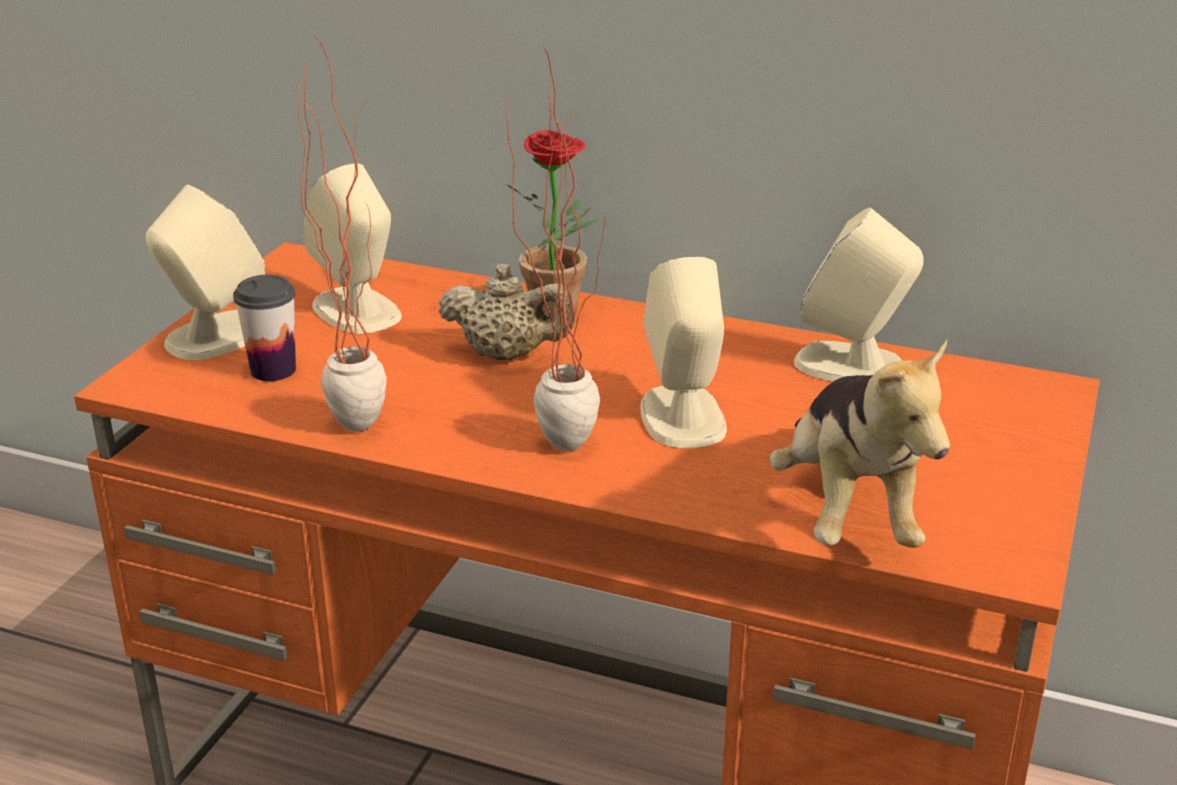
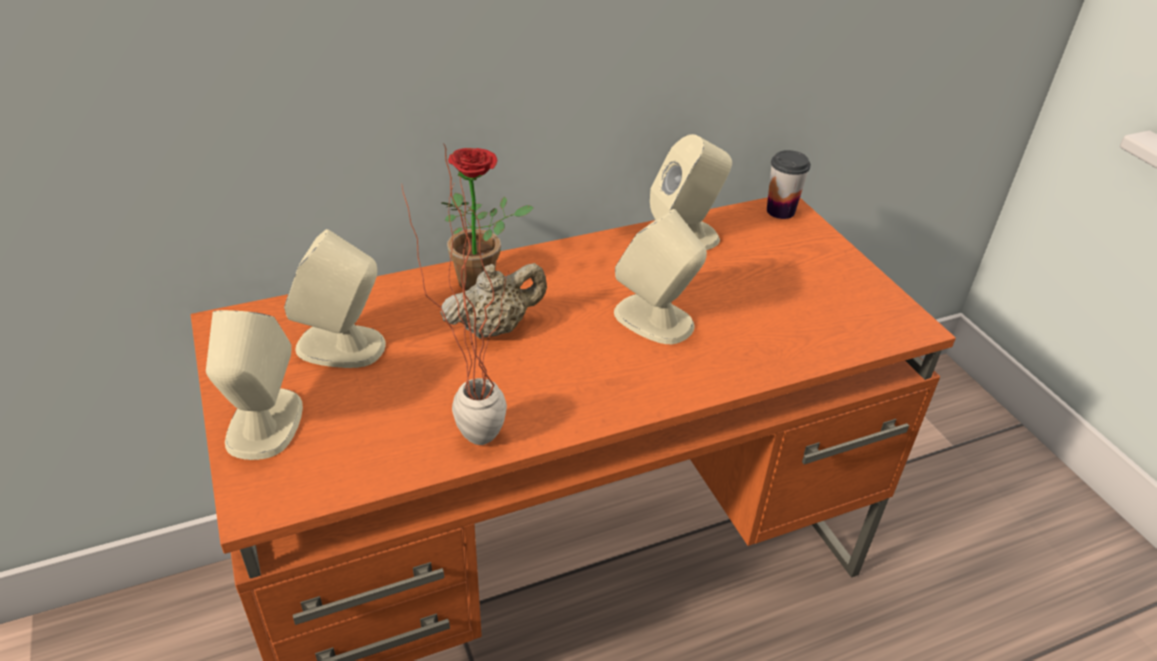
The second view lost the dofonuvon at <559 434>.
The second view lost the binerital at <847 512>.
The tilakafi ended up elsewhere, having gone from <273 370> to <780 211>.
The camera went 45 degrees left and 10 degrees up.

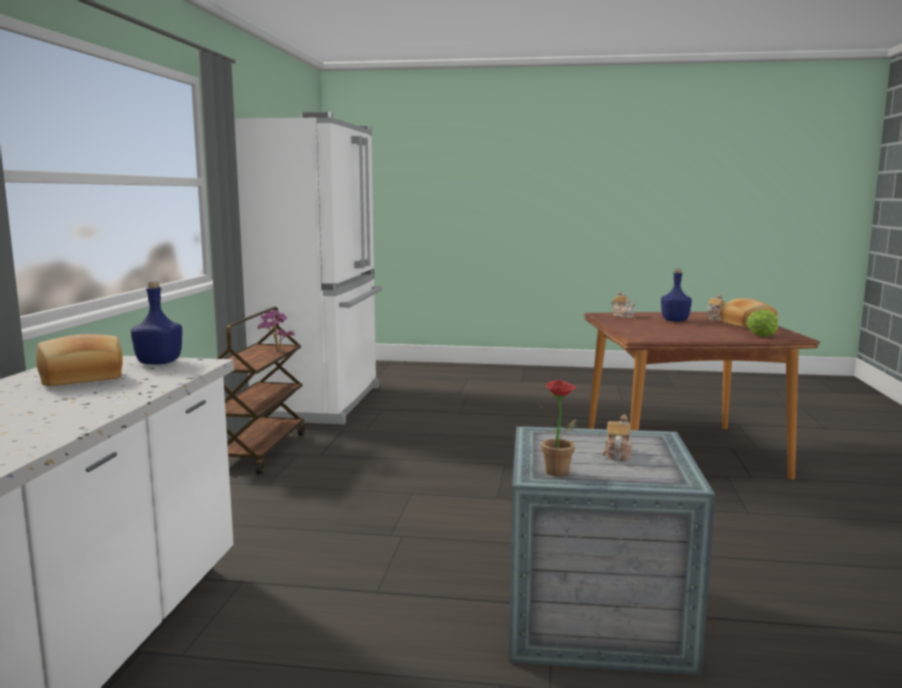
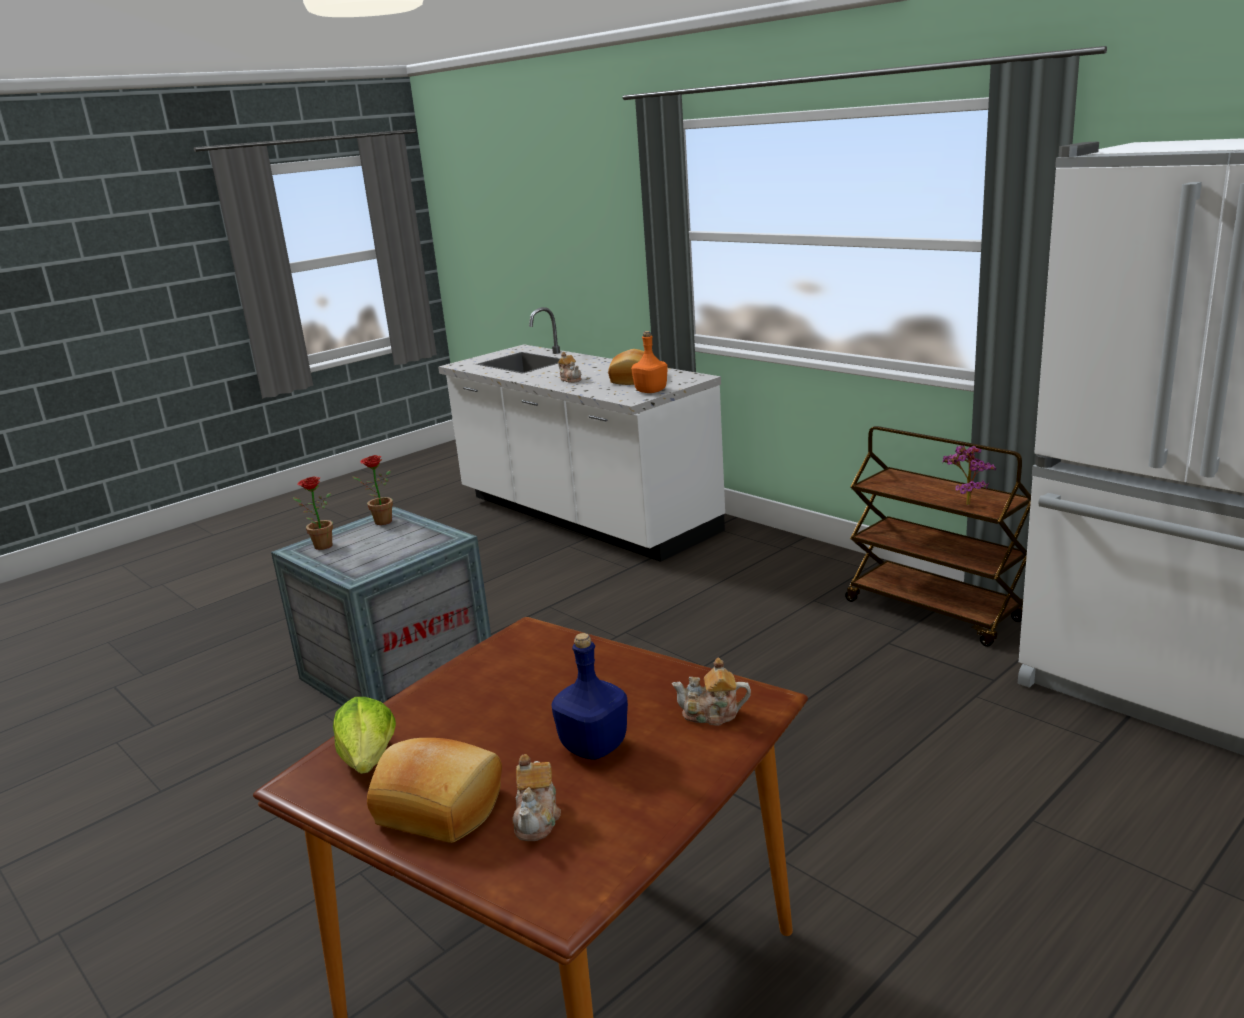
The second view gained the dofonuvon at <319 546>.
The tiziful ended up elsewhere, having gone from <617 454> to <571 379>.
What was the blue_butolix at <159 363> turned into the orange_butolix at <650 391>.
The camera went 130 degrees right and 10 degrees up.

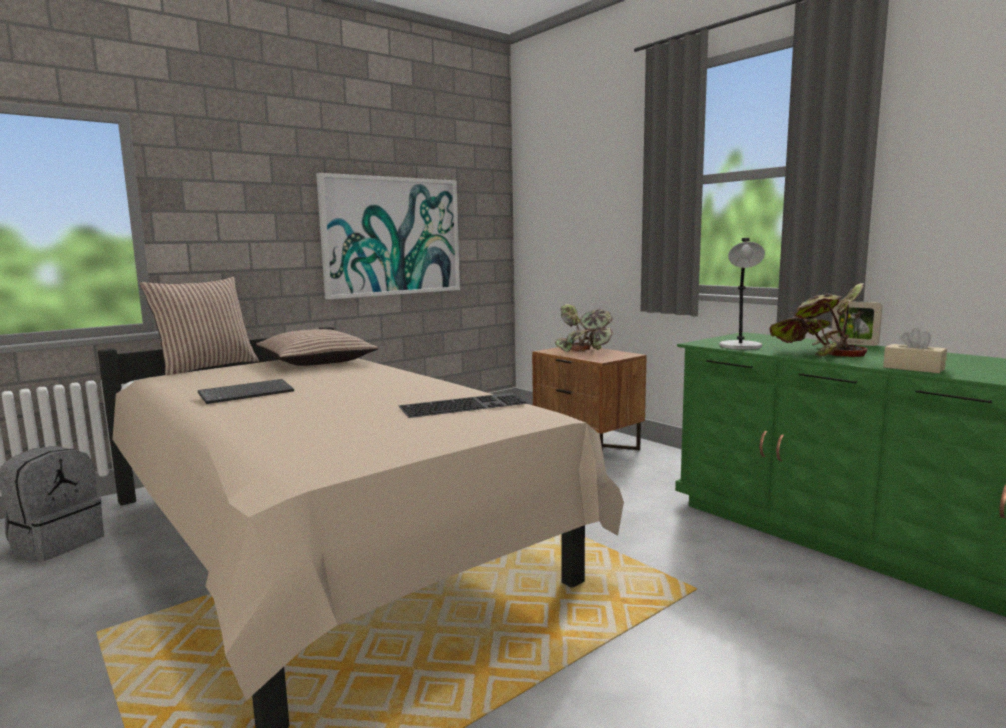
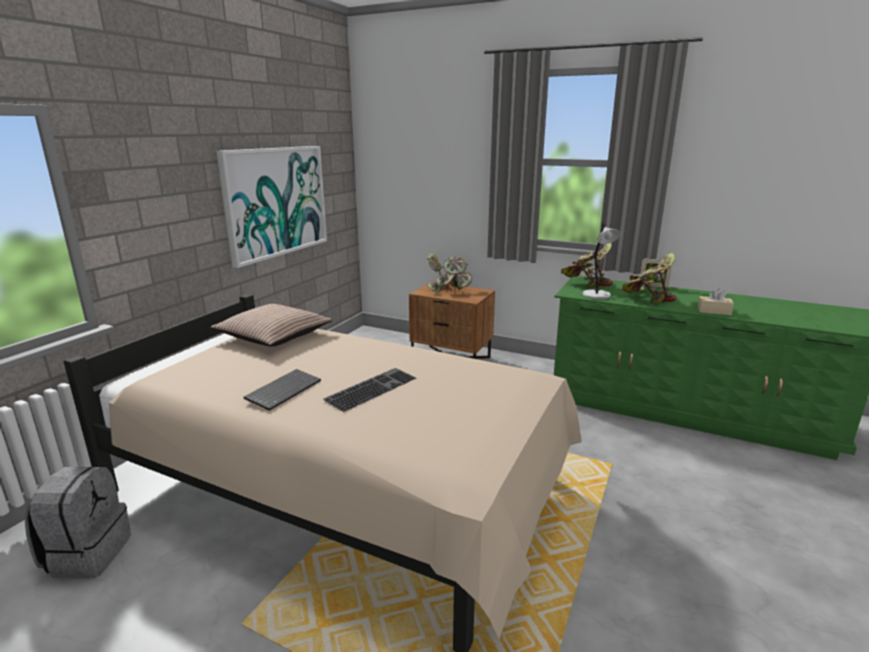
The second view lost the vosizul at <206 367>.
The second view gained the dofonuvon at <586 283>.
The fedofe ended up elsewhere, having gone from <464 405> to <371 388>.
The camera went 25 degrees left and 10 degrees up.

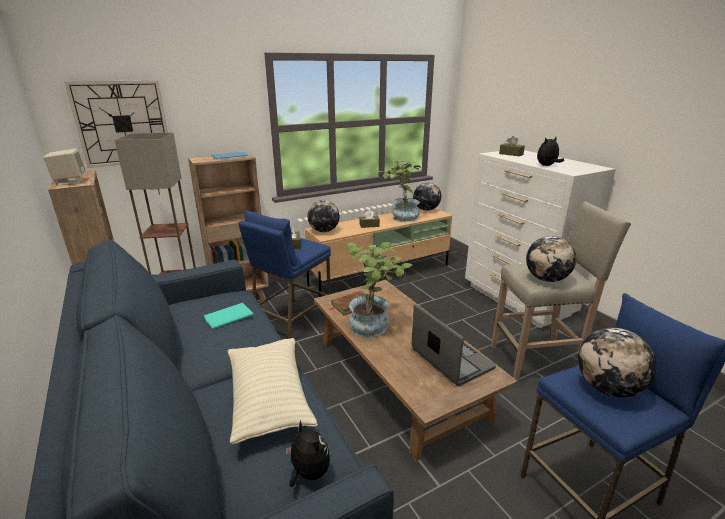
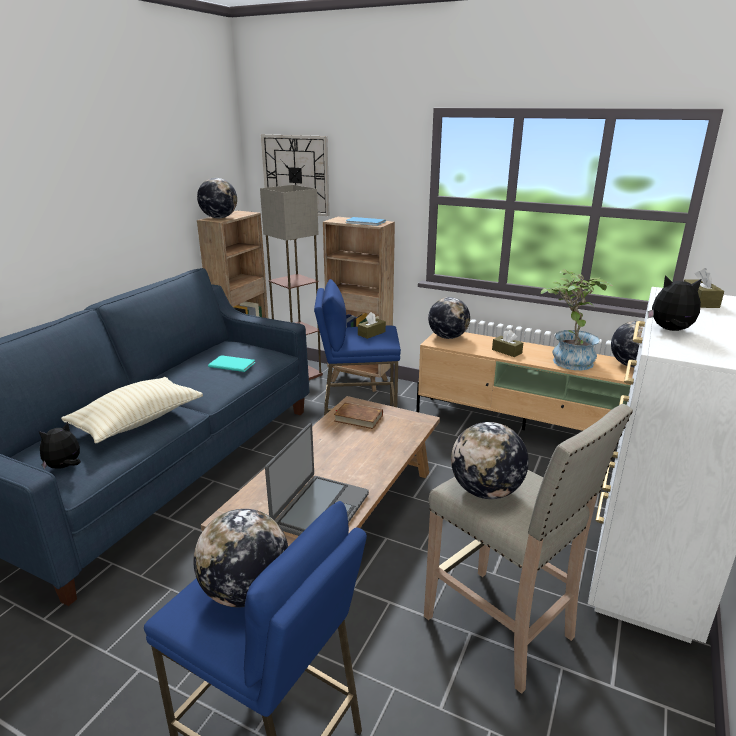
The second view lost the dofonuvon at <374 325>.
Where the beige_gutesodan stood at <70 182>, the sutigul came to stand at <219 218>.
The binerital at <308 473> ended up facing another way, 150 degrees counterclockwise from before.
The camera went 55 degrees right and 0 degrees up.

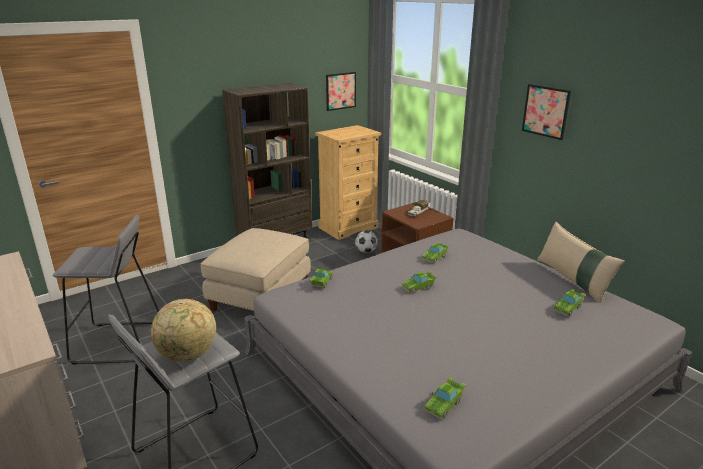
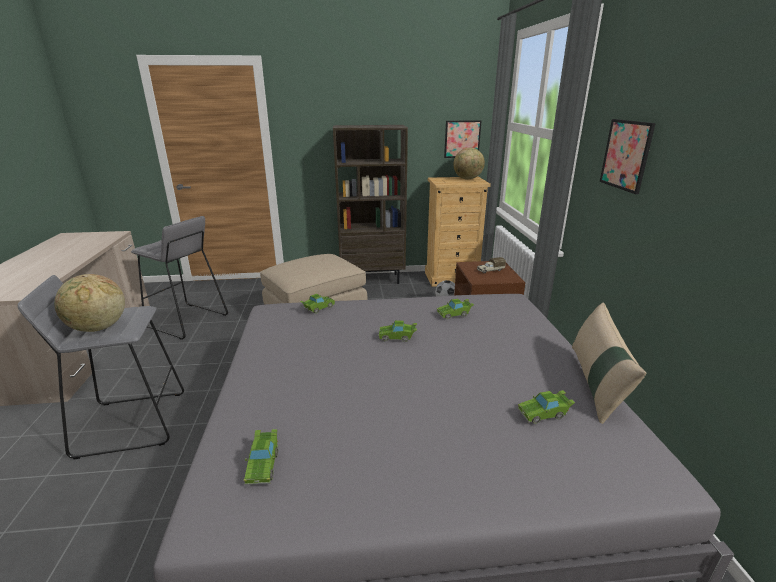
The second view gained the sutigul at <468 179>.
The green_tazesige at <444 404> ended up facing another way, 75 degrees counterclockwise from before.
The camera went 30 degrees right and 0 degrees up.

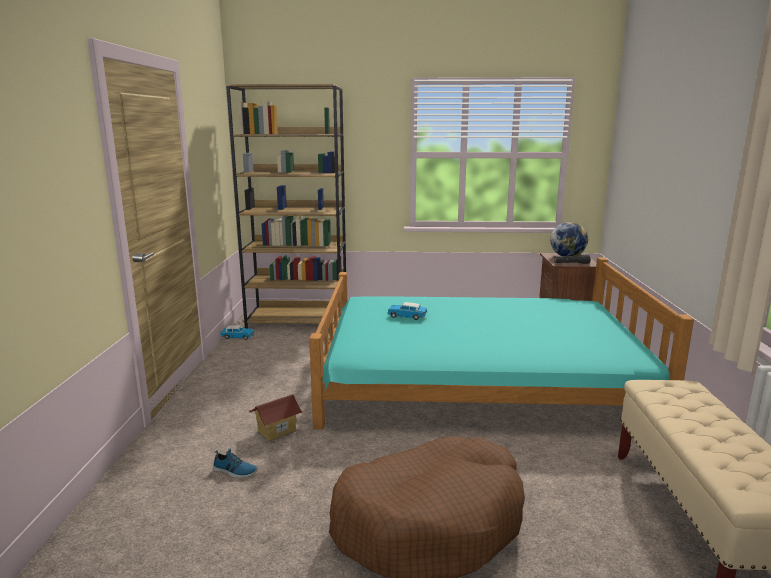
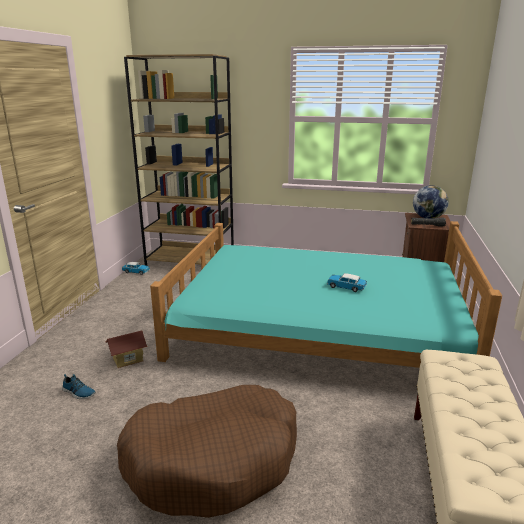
The tazesige ended up elsewhere, having gone from <407 316> to <346 287>.
The camera went 10 degrees right and 5 degrees up.

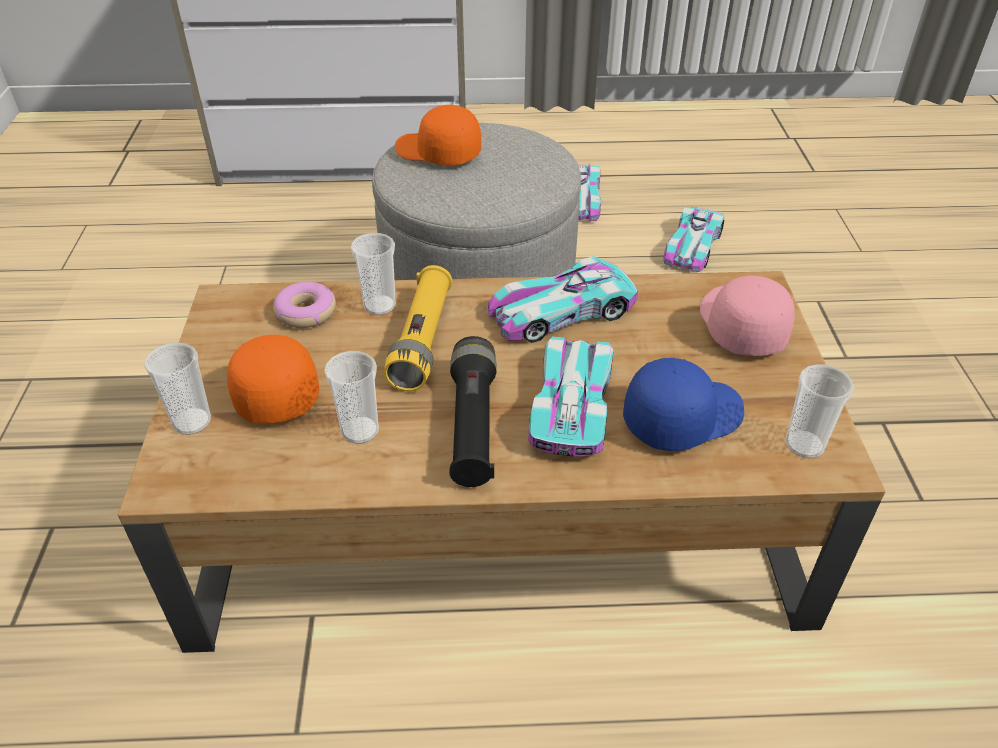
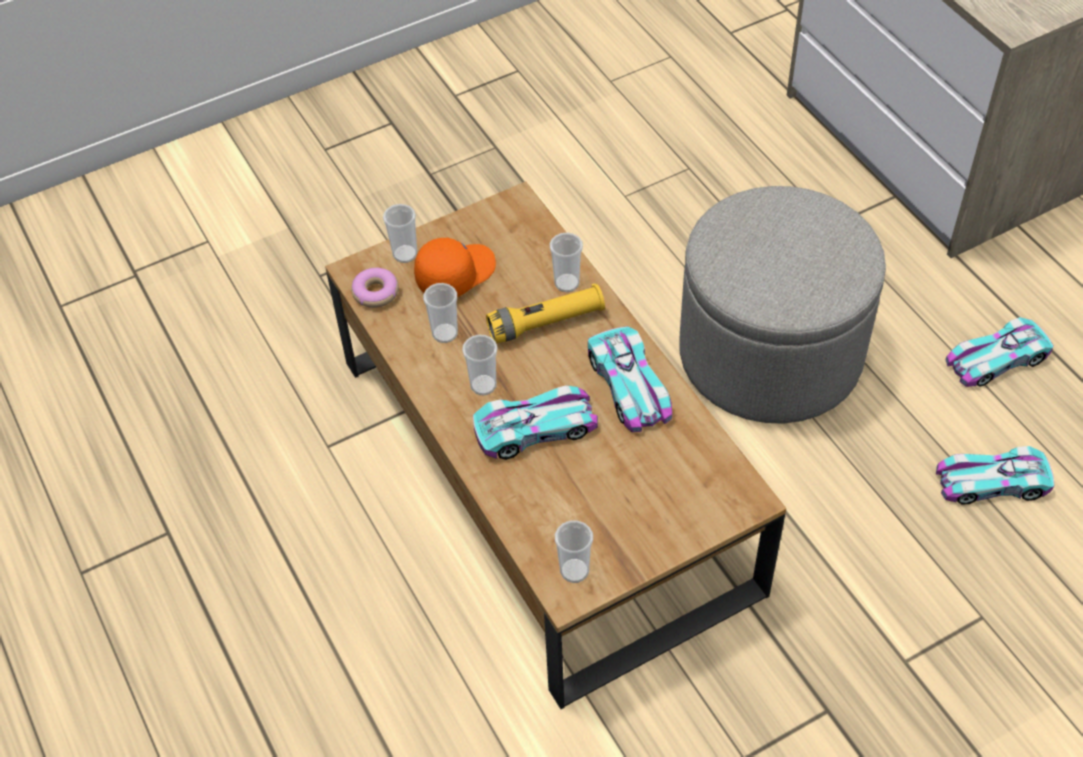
The second view lost the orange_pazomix at <437 153>.
The second view lost the blue_pazomix at <681 417>.
The second view lost the pink_pazomix at <739 326>.
The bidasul ended up elsewhere, having gone from <305 312> to <375 292>.
Where the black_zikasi stood at <472 425>, the tilakafi came to stand at <483 385>.
The tazesige at <561 312> ended up facing another way, 150 degrees counterclockwise from before.
The camera went 65 degrees right and 10 degrees up.

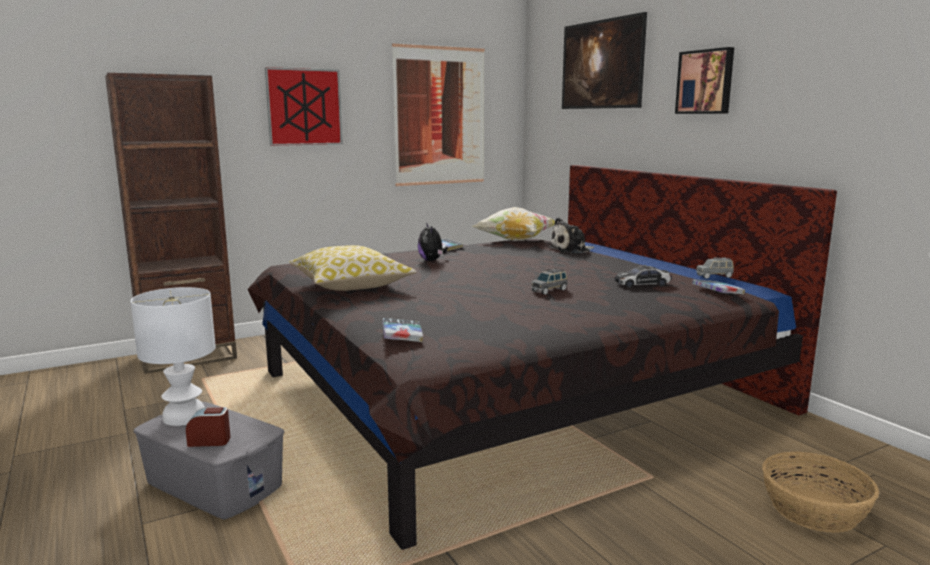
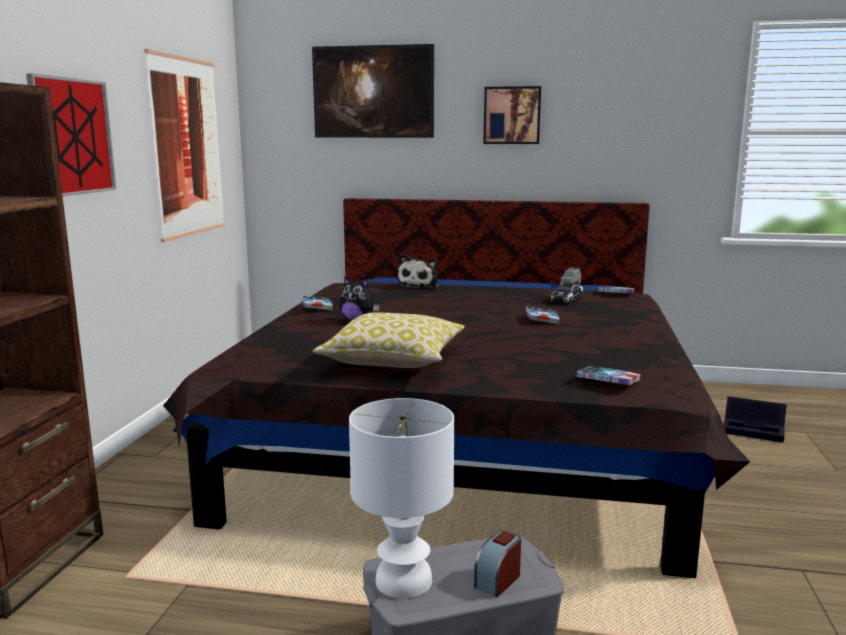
The second view lost the vosizul at <515 241>.
Where the grey_tazesige stood at <549 290>, the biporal came to stand at <542 319>.
Where the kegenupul stood at <815 510>, the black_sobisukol came to stand at <755 430>.
The camera went 50 degrees left and 0 degrees up.

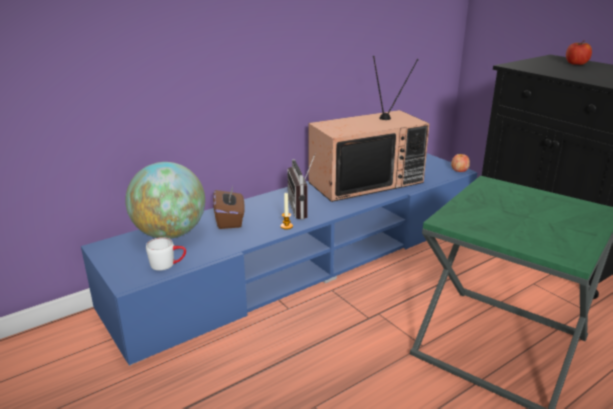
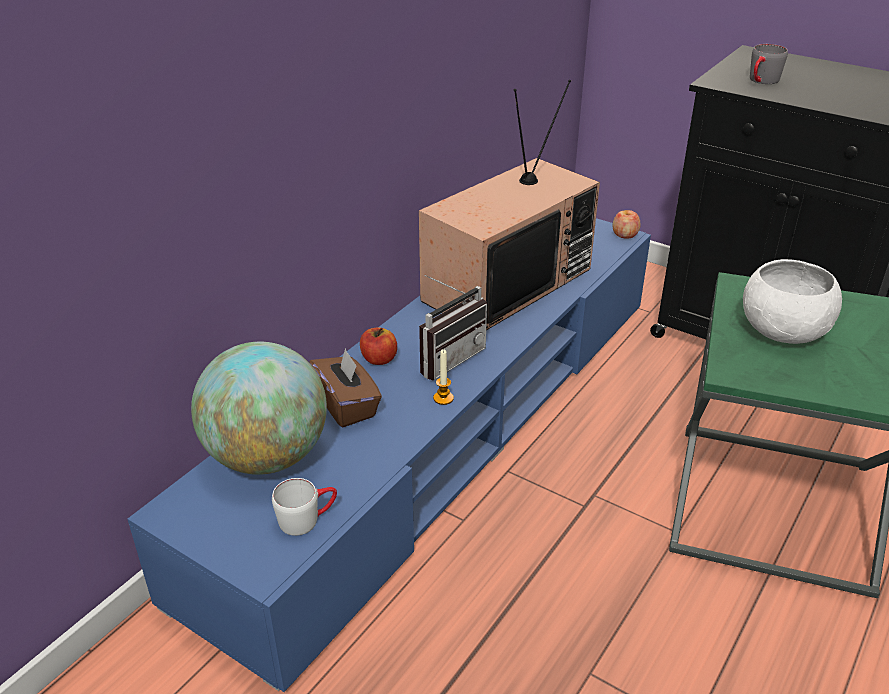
The second view gained the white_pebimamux at <784 331>.
The second view gained the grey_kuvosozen at <761 81>.
The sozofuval ended up elsewhere, having gone from <576 63> to <379 359>.
The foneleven at <303 209> ended up facing another way, 105 degrees counterclockwise from before.
The camera went 20 degrees left and 10 degrees up.

